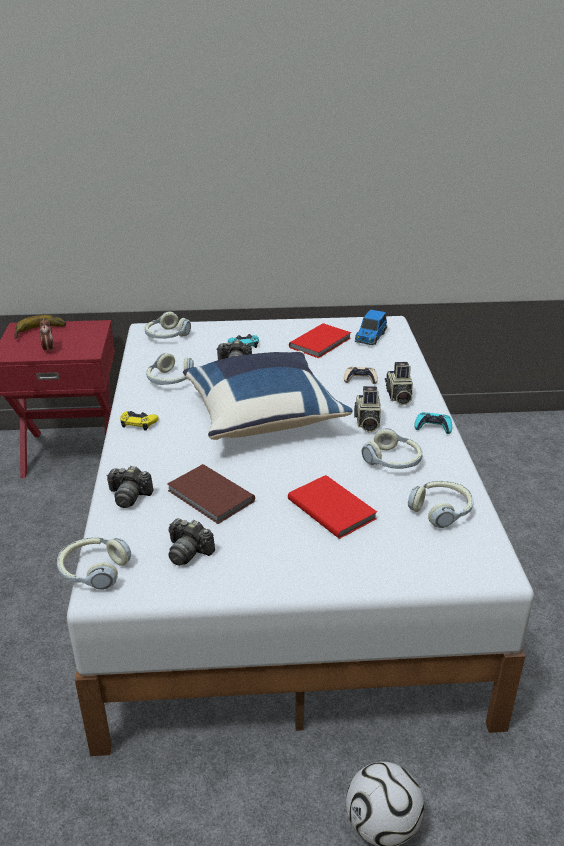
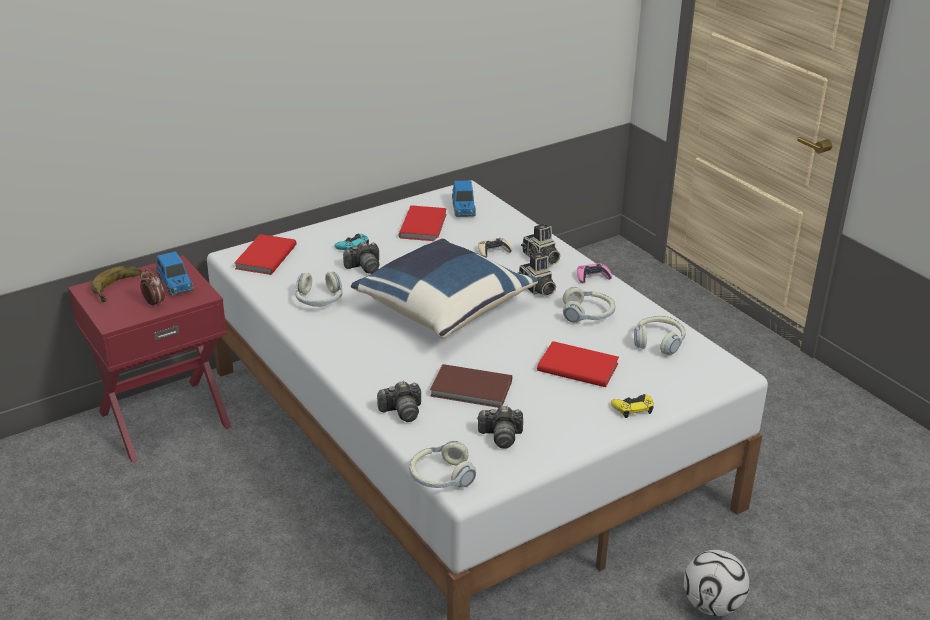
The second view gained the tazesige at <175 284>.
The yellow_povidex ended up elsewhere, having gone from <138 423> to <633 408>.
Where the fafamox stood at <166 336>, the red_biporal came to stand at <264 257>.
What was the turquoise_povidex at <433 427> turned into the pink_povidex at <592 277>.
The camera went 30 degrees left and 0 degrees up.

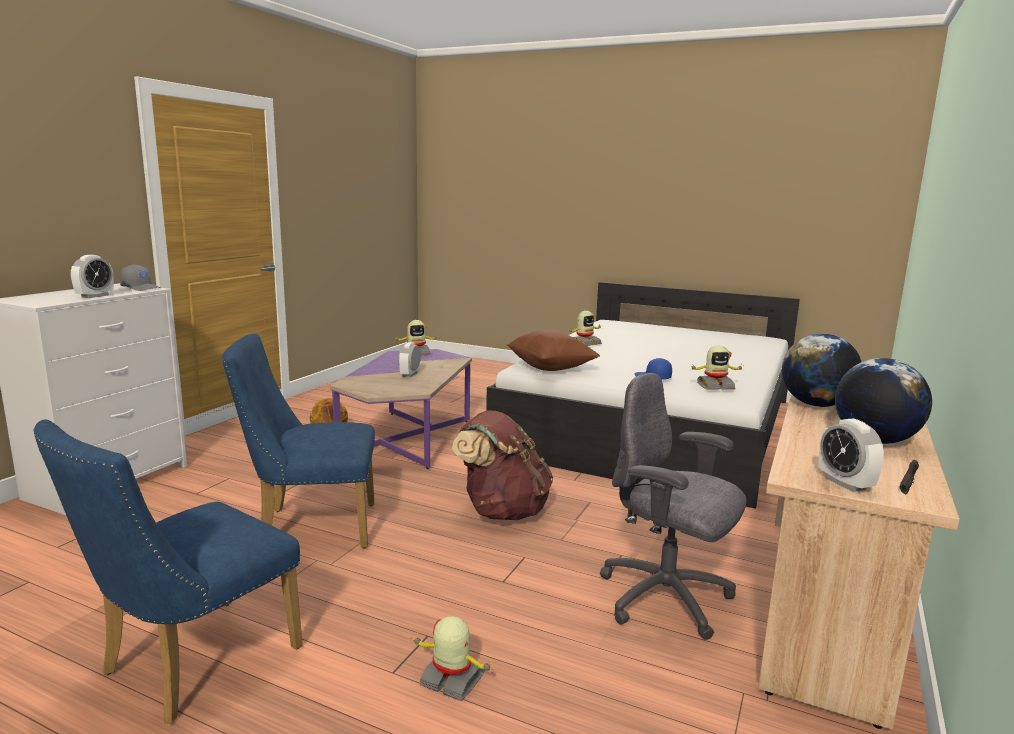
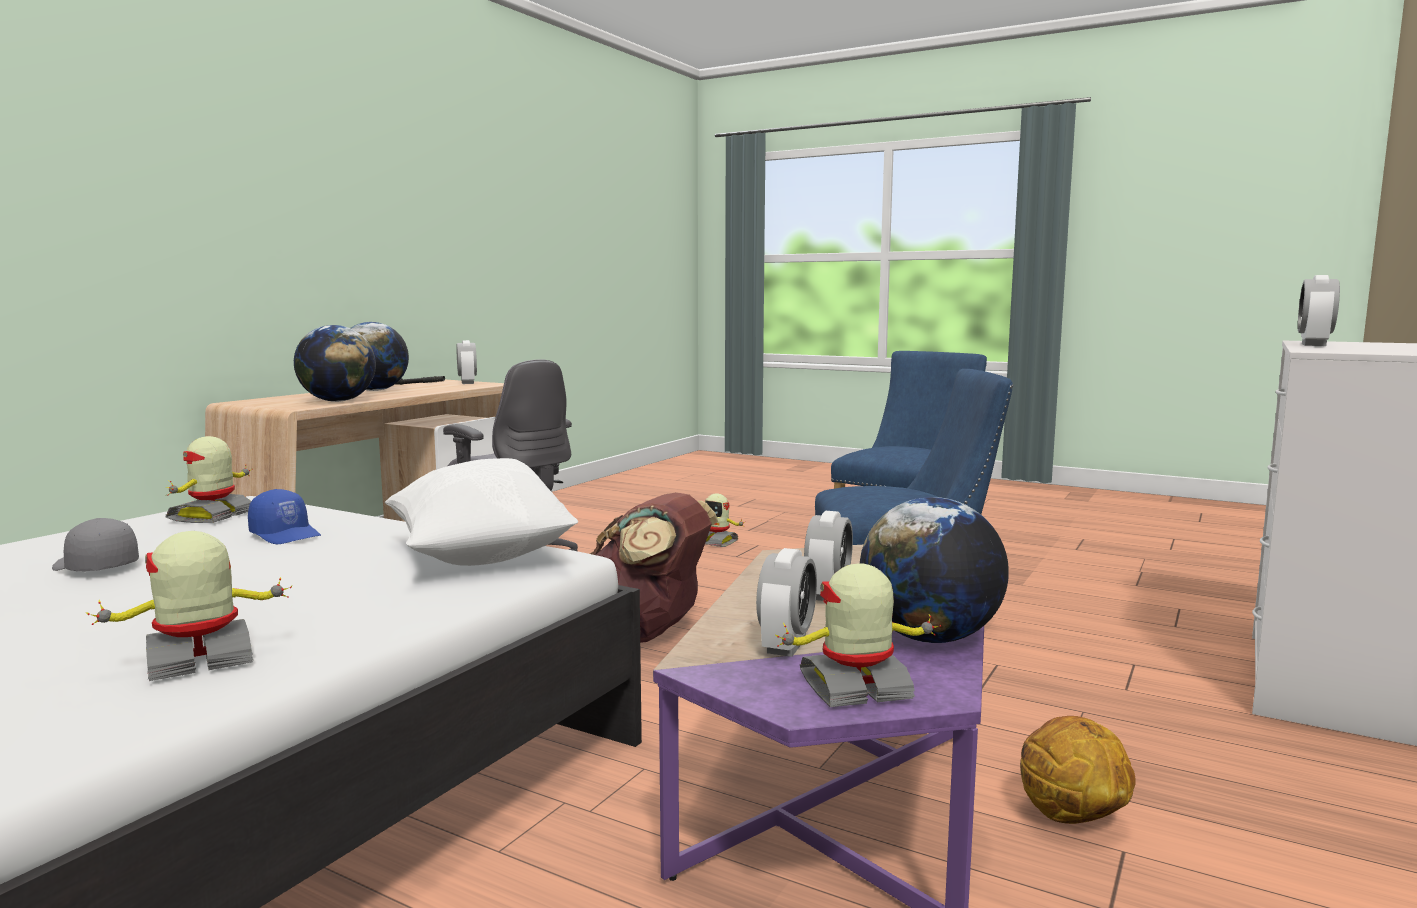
The second view gained the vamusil at <786 645>.
The second view gained the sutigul at <929 638>.
The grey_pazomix ended up elsewhere, having gone from <141 288> to <94 567>.
What was the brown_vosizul at <550 368> turned into the white_vosizul at <480 556>.
The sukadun at <715 386> ended up facing another way, 75 degrees counterclockwise from before.
The camera went 175 degrees left and 5 degrees down.

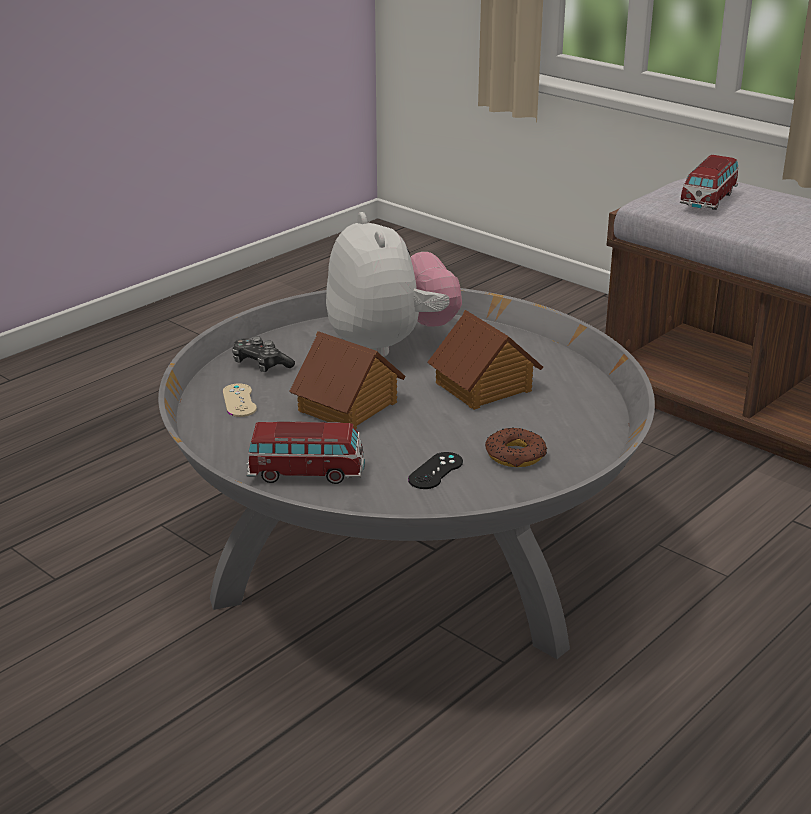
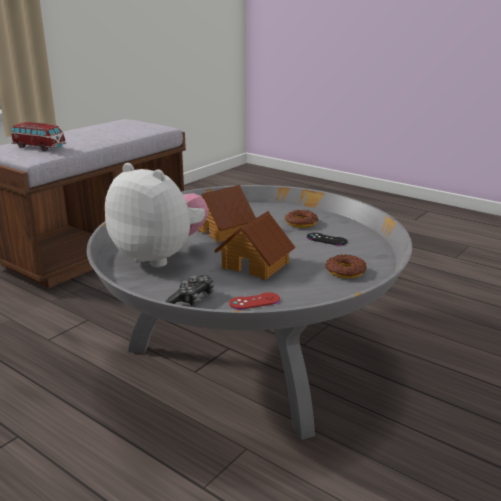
Where the tazesige stood at <306 472>, the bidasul came to stand at <345 271>.
What was the beige_povidex at <239 400> turned into the red_povidex at <254 301>.
The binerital at <390 344> ended up facing another way, 60 degrees clockwise from before.
The camera went 95 degrees left and 5 degrees down.

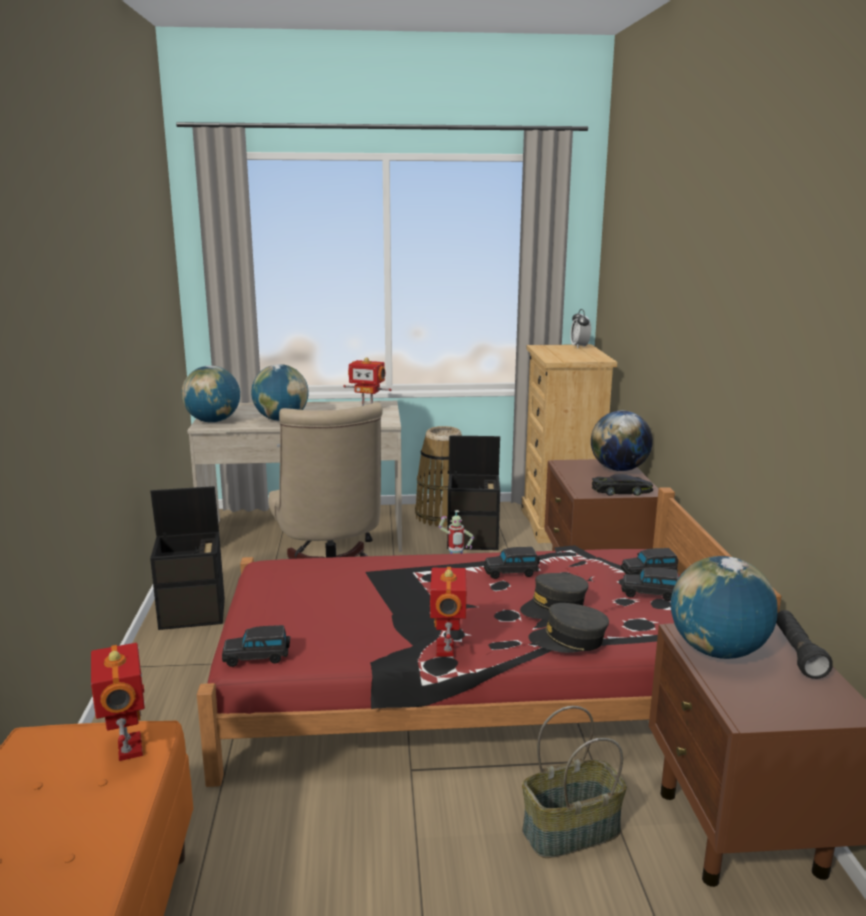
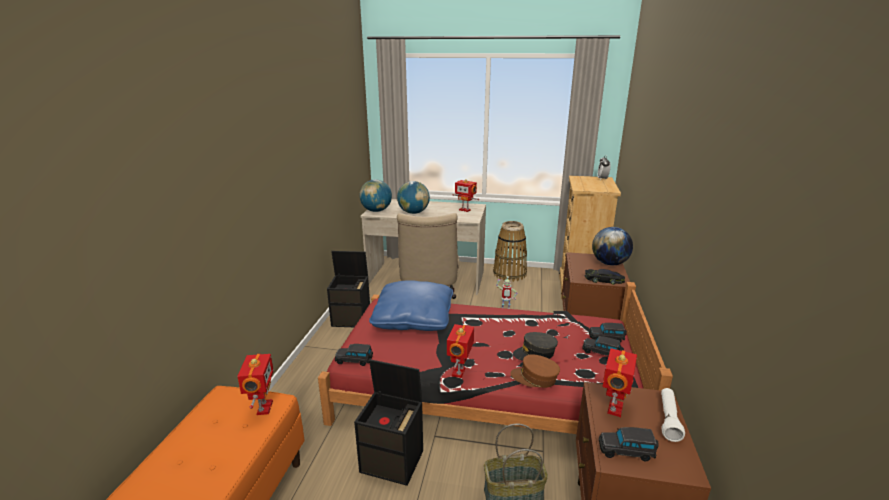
The second view gained the blue_vosizul at <413 319>.
The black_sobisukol ended up elsewhere, having gone from <474 540> to <393 461>.
The black_tazesige ended up elsewhere, having gone from <511 573> to <626 451>.
Where the sutigul stood at <717 651>, the sukadun came to stand at <613 408>.
What was the grey_pazomix at <569 640> turned into the brown_pazomix at <535 378>.
What was the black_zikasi at <797 654> turned into the white_zikasi at <668 420>.
The camera went 15 degrees right and 5 degrees up.

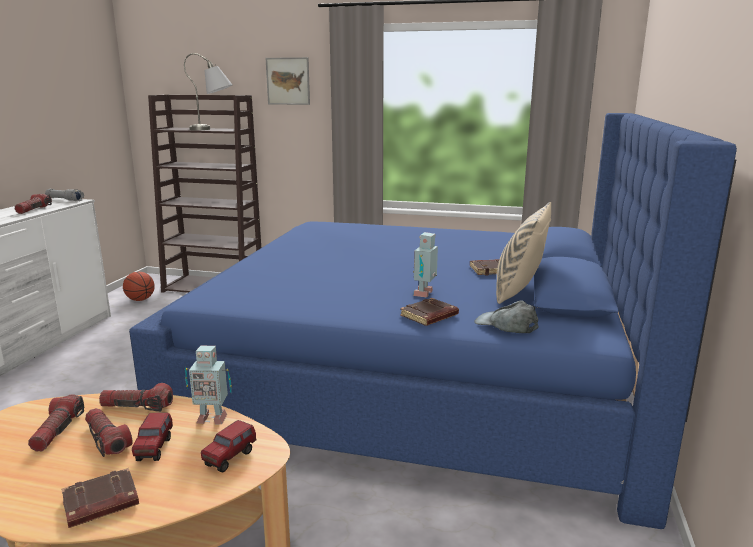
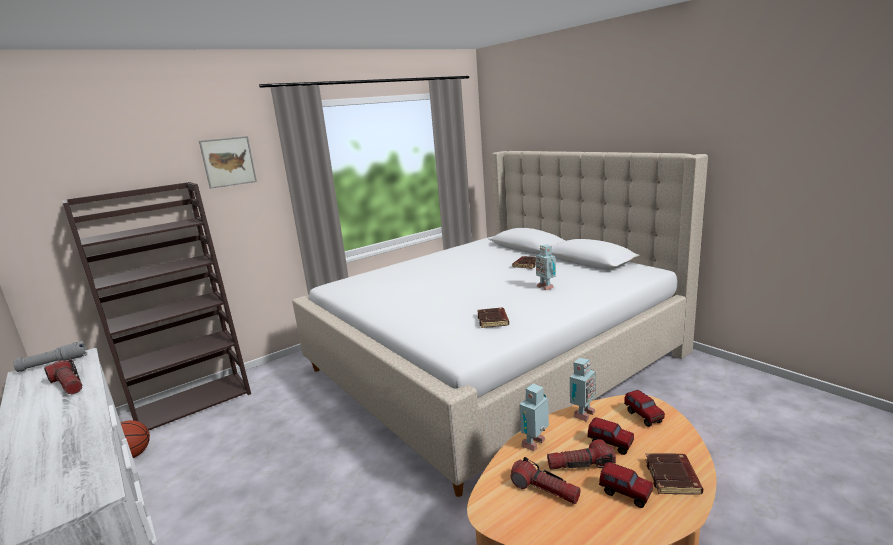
The second view lost the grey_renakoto at <213 129>.
The second view lost the grey_pazomix at <506 325>.
The second view lost the beige_vosizul at <518 292>.
The second view gained the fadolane at <625 494>.
The brown_biporal ended up elsewhere, having gone from <429 316> to <493 321>.
Where the zikasi stood at <137 407>, the sukadun came to stand at <535 444>.
What was the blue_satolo at <420 378> turned into the beige_satolo at <495 361>.
The camera went 50 degrees left and 0 degrees up.

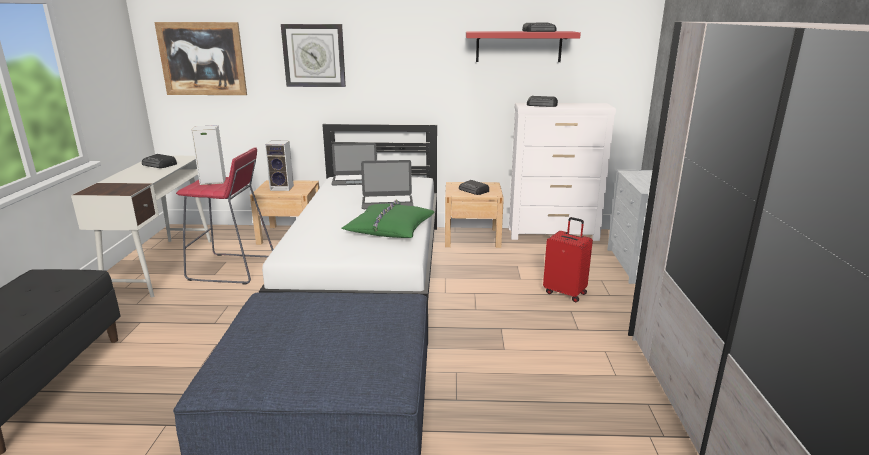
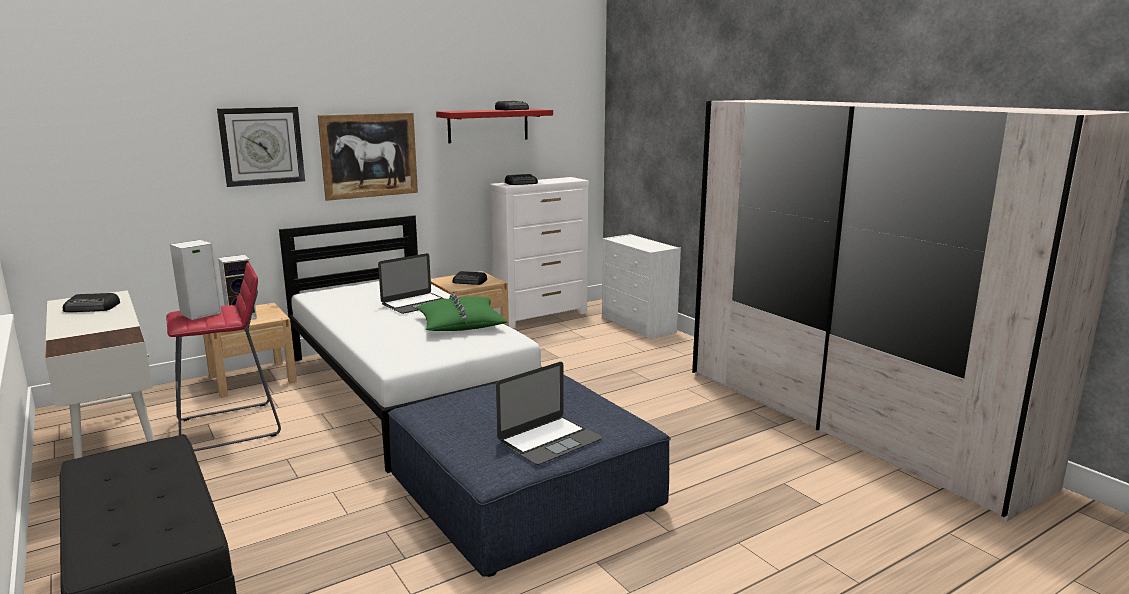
The second view lost the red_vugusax at <565 293>.
The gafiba ended up elsewhere, having gone from <202 59> to <369 155>.
The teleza ended up elsewhere, having gone from <355 180> to <549 440>.
The camera went 35 degrees left and 5 degrees down.

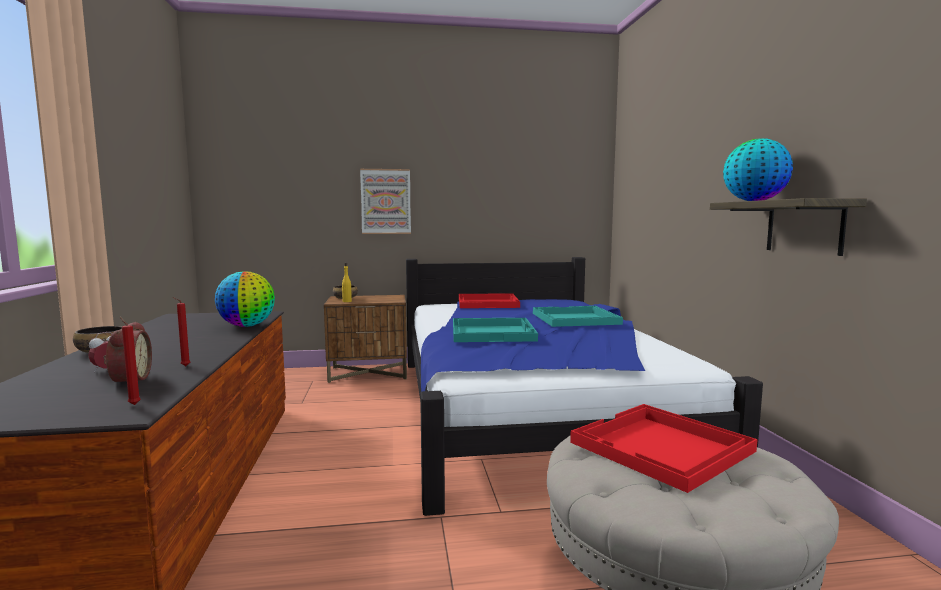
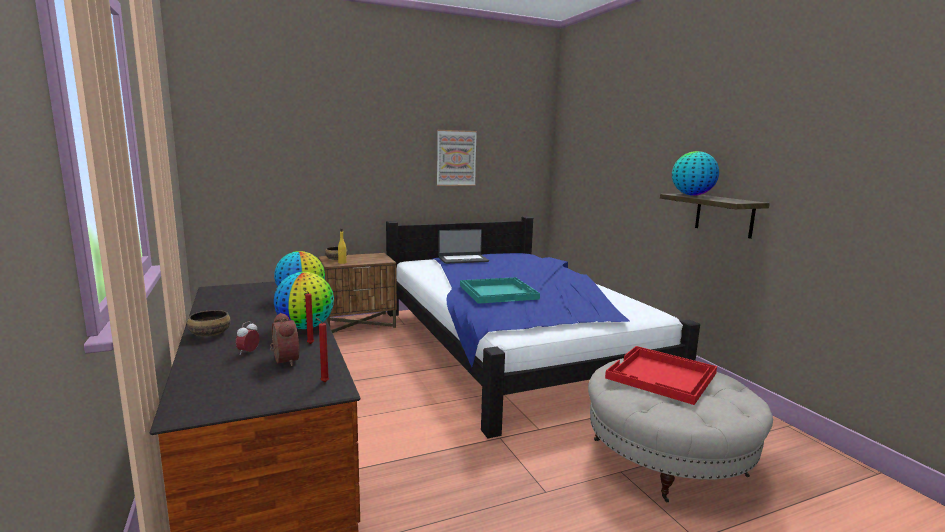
The second view lost the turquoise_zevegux at <574 319>.
The second view gained the sutigul at <306 327>.
The gafiba ended up elsewhere, having gone from <385 201> to <456 158>.
Where the red_zevegux stood at <488 303>, the teleza came to stand at <463 259>.
The camera went 15 degrees left and 5 degrees up.

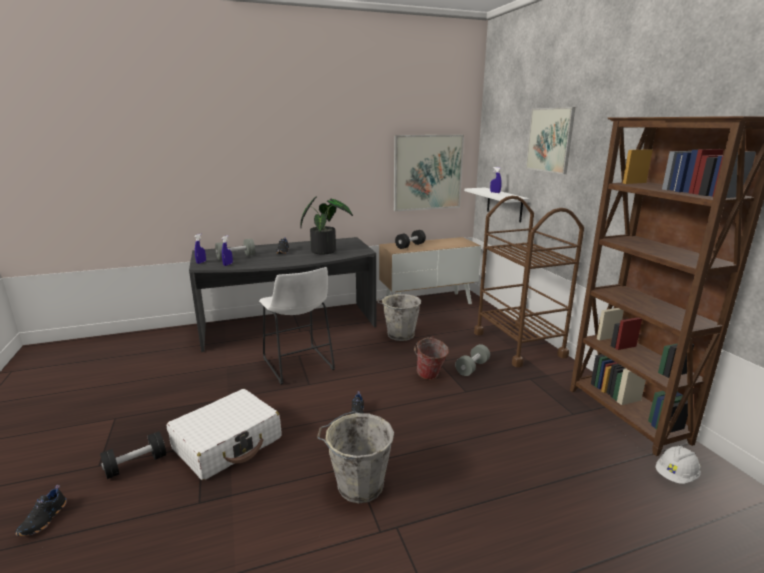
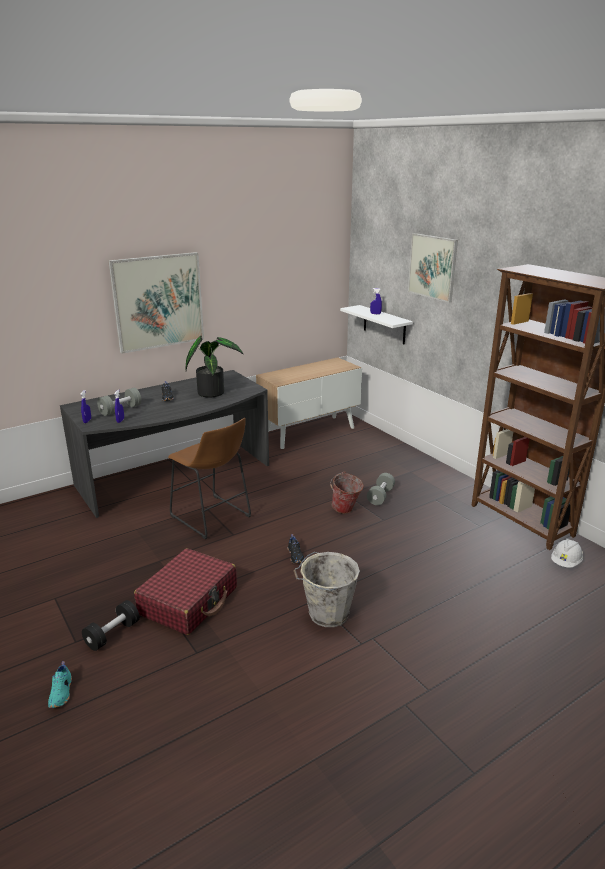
The second view lost the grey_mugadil at <399 335>.
The second view lost the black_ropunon at <410 246>.
The second view lost the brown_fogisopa at <518 344>.
The gafiba ended up elsewhere, having gone from <427 172> to <158 302>.
What was the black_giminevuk at <44 519> turned into the turquoise_giminevuk at <62 693>.
What was the white_vugusax at <228 443> turned into the red_vugusax at <189 601>.
What was the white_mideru at <299 366> turned into the brown_mideru at <213 518>.
The camera went 15 degrees left and 5 degrees up.

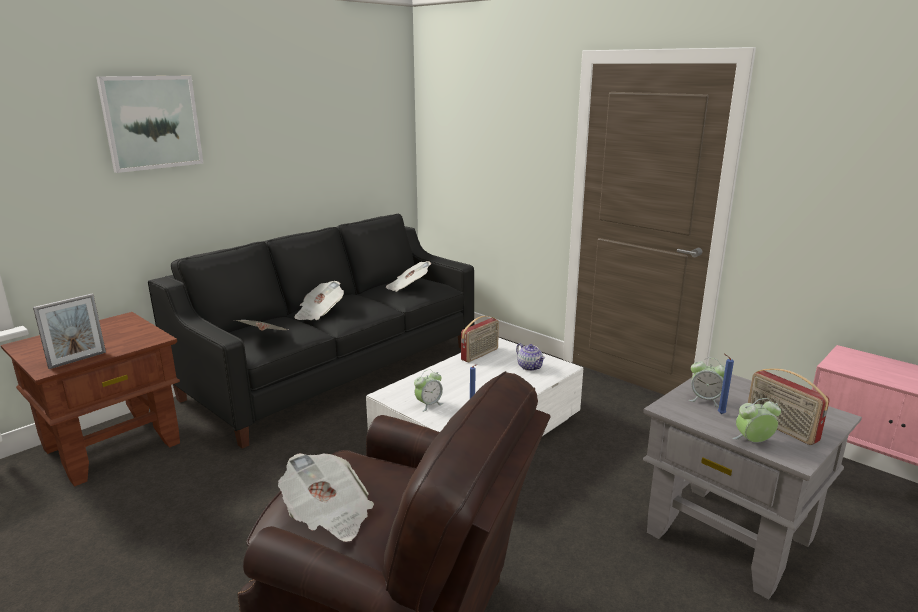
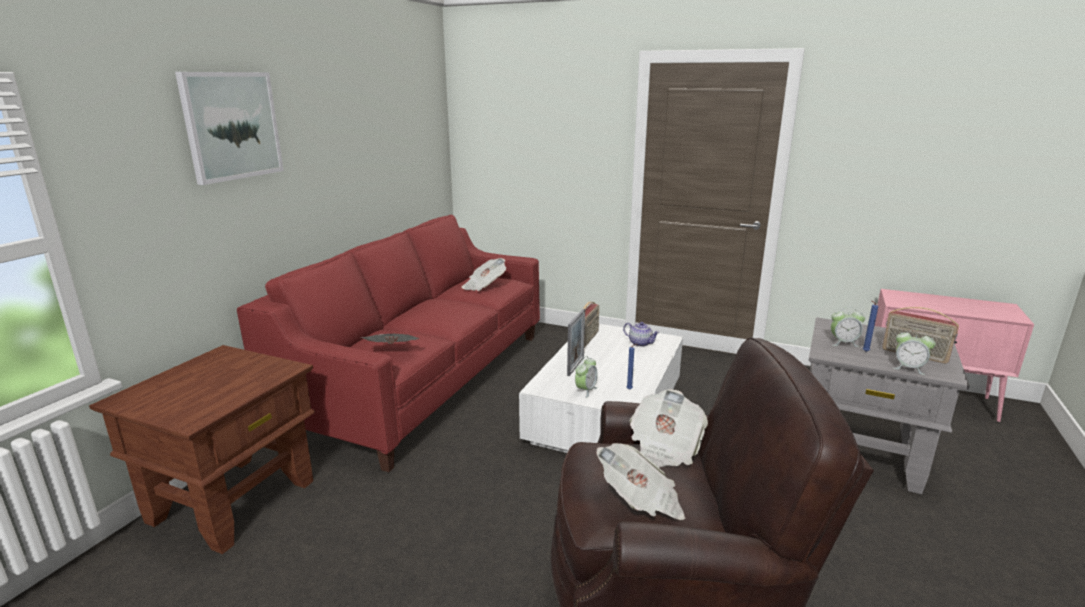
The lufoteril ended up elsewhere, having gone from <77 360> to <575 366>.
The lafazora ended up elsewhere, having gone from <319 313> to <664 447>.
What was the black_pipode at <335 371> turned into the red_pipode at <424 380>.
The vamusil at <753 442> ended up facing another way, 120 degrees counterclockwise from before.
The camera went 20 degrees left and 0 degrees up.

